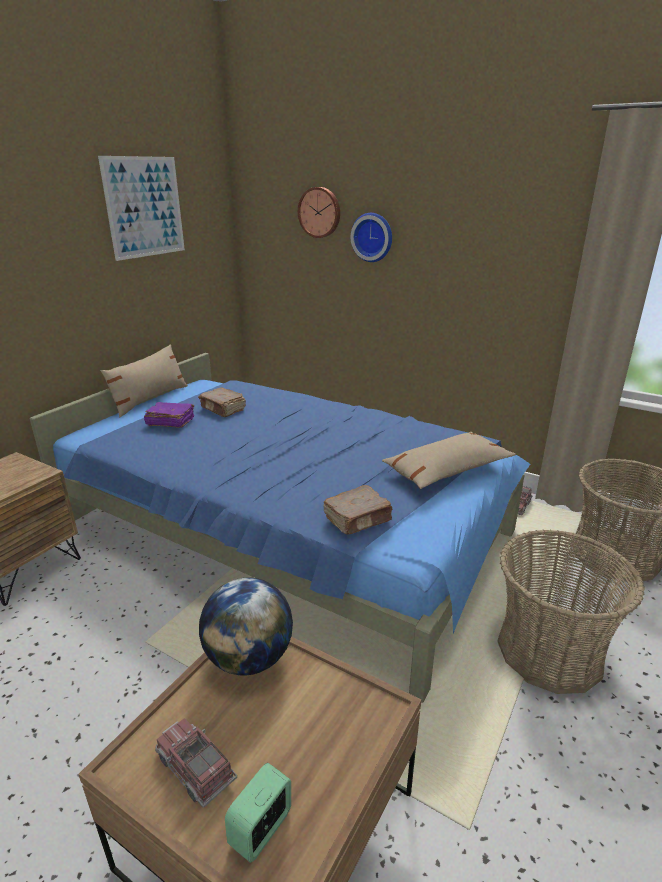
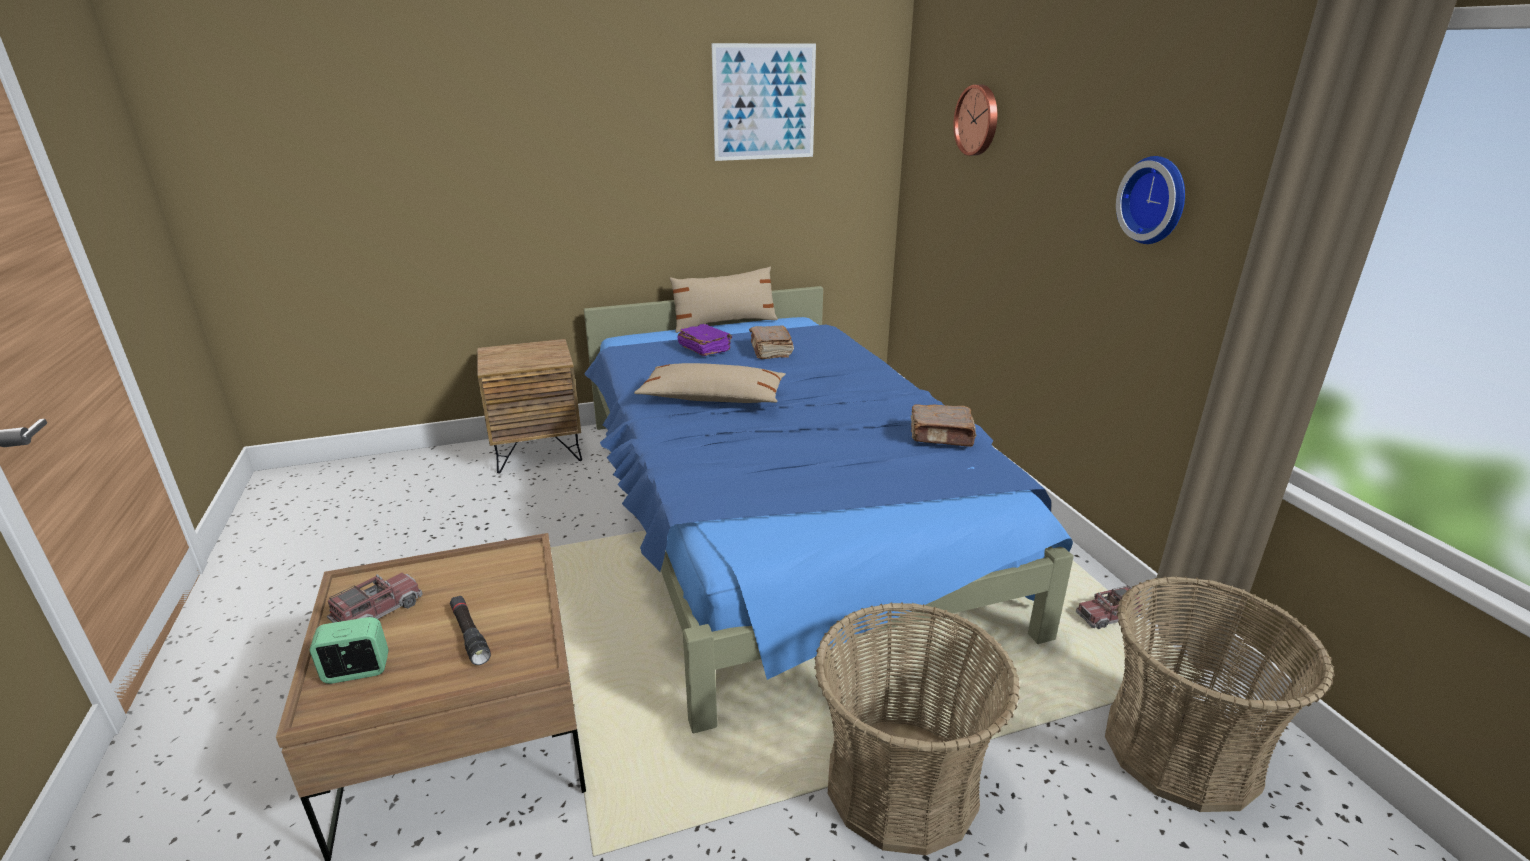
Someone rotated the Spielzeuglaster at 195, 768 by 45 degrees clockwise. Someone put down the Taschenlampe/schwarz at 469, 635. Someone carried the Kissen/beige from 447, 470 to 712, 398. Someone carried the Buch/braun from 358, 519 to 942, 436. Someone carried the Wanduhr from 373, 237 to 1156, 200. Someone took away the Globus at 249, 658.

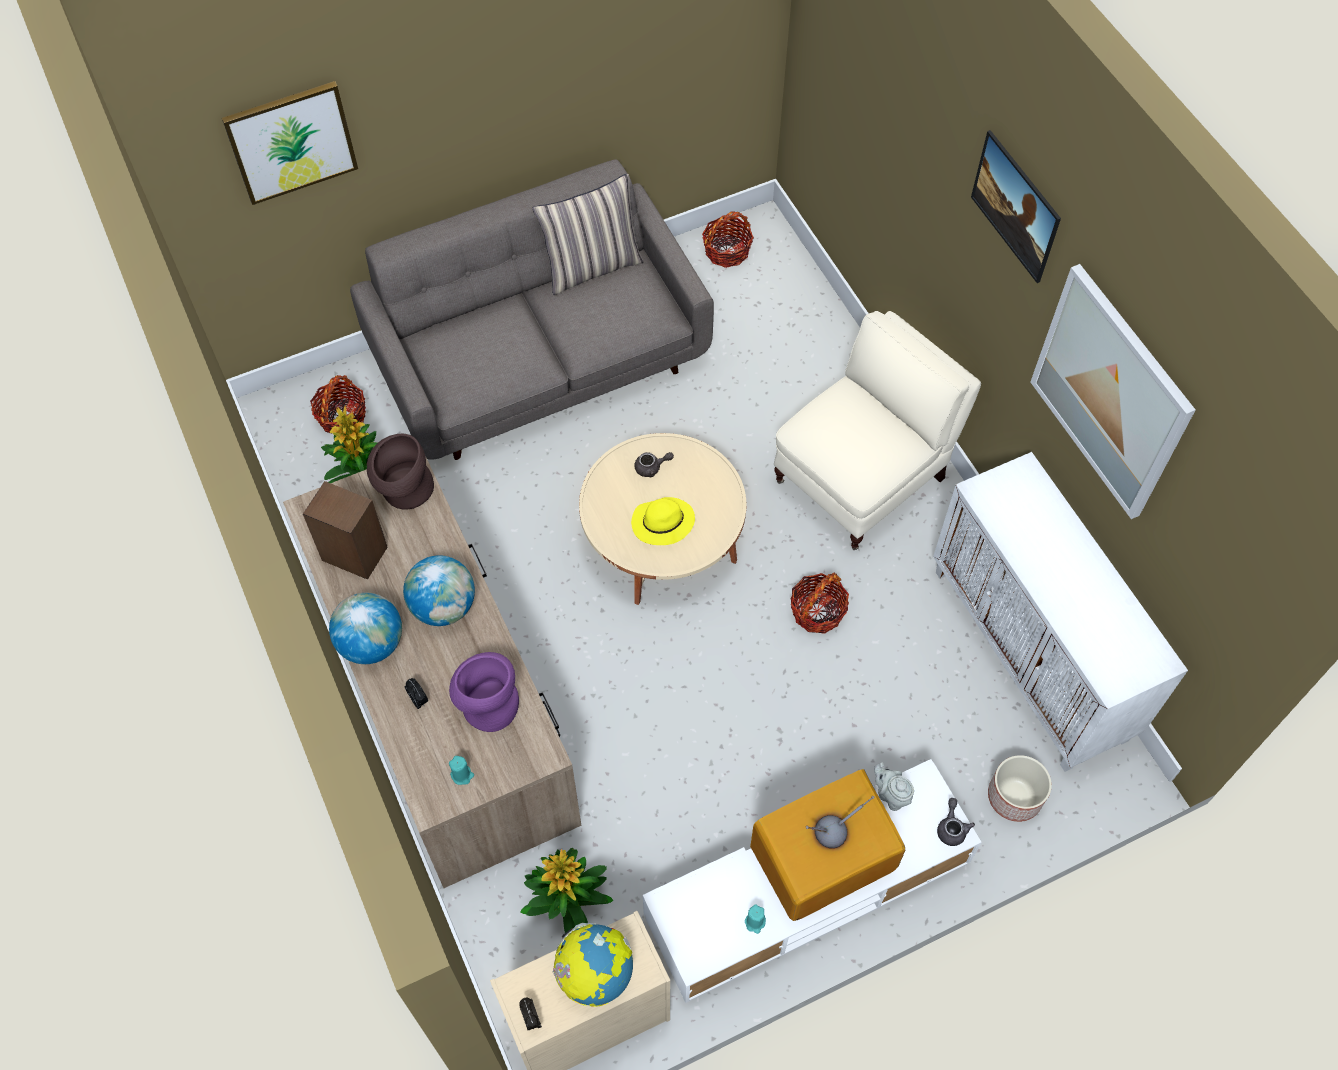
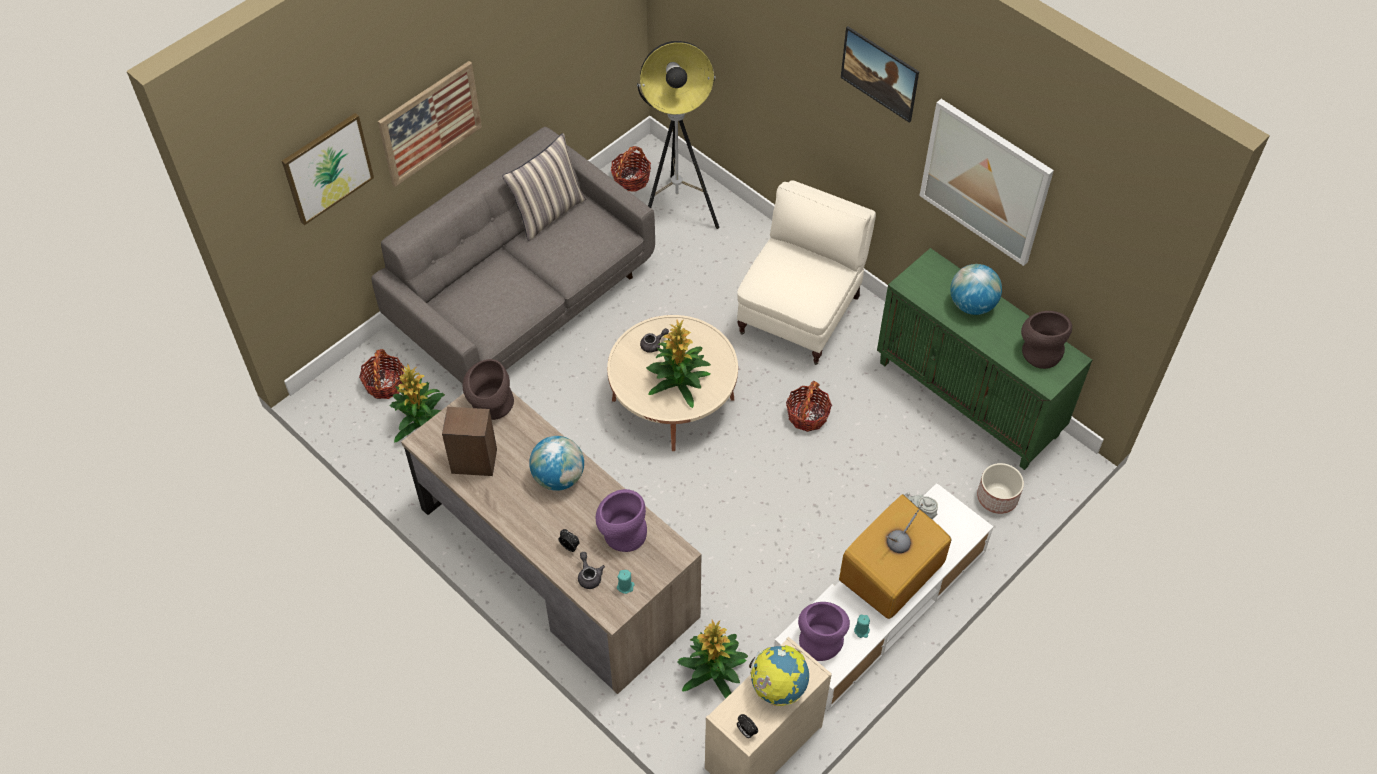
Someone put up the Bild at 430, 123. Someone carried the Teekanne/grau from 951, 828 to 589, 576. Someone put down the Stehlampe at 677, 211. Someone swapped the Hut/gelb at 662, 523 for the Topfpflanze at 678, 381. Someone put down the Vase/lila at 820, 639. Someone repainted the Schrank/weiß at 1031, 655, which became the Schrank/grün at 969, 398. Someone carried the Globus from 371, 644 to 972, 305. Someone put down the Vase/braun at 1039, 350.

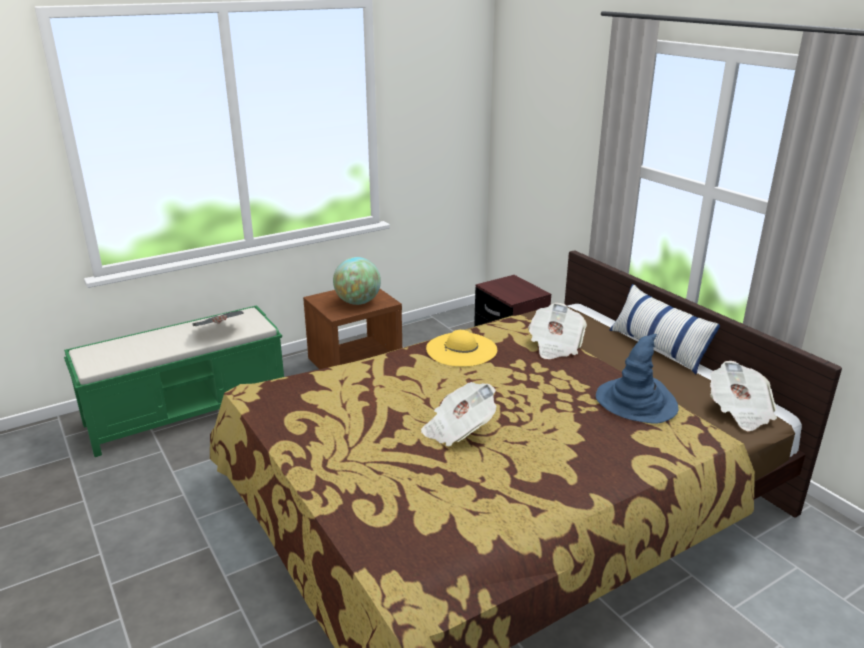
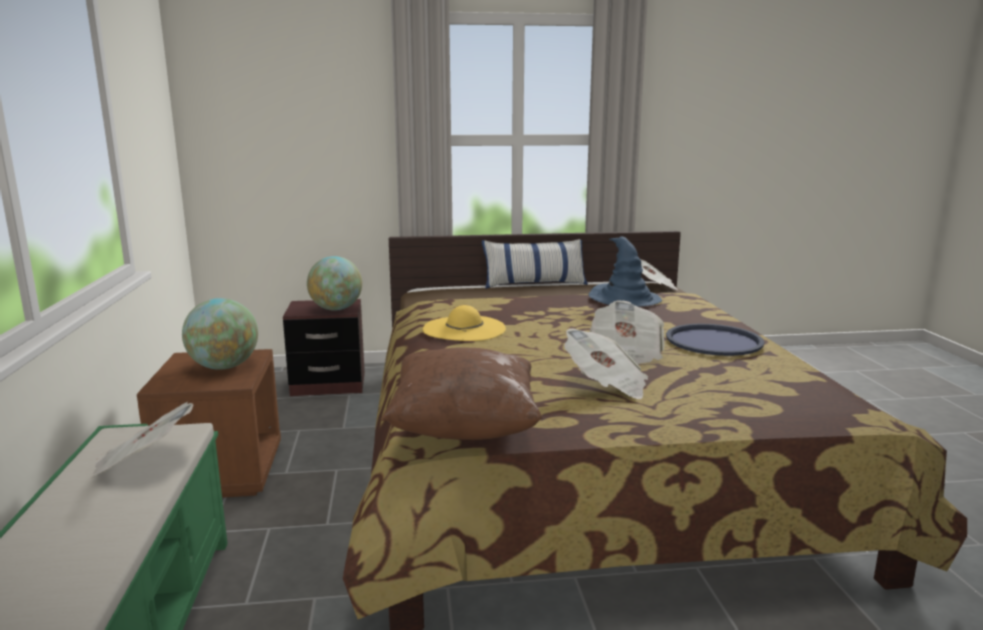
Someone put down the Globus at 336, 309. Someone put down the Kissen/braun at 464, 428. Someone carried the Zeitung from 555, 346 to 606, 385. Someone put down the Tablett/blau at 714, 341.

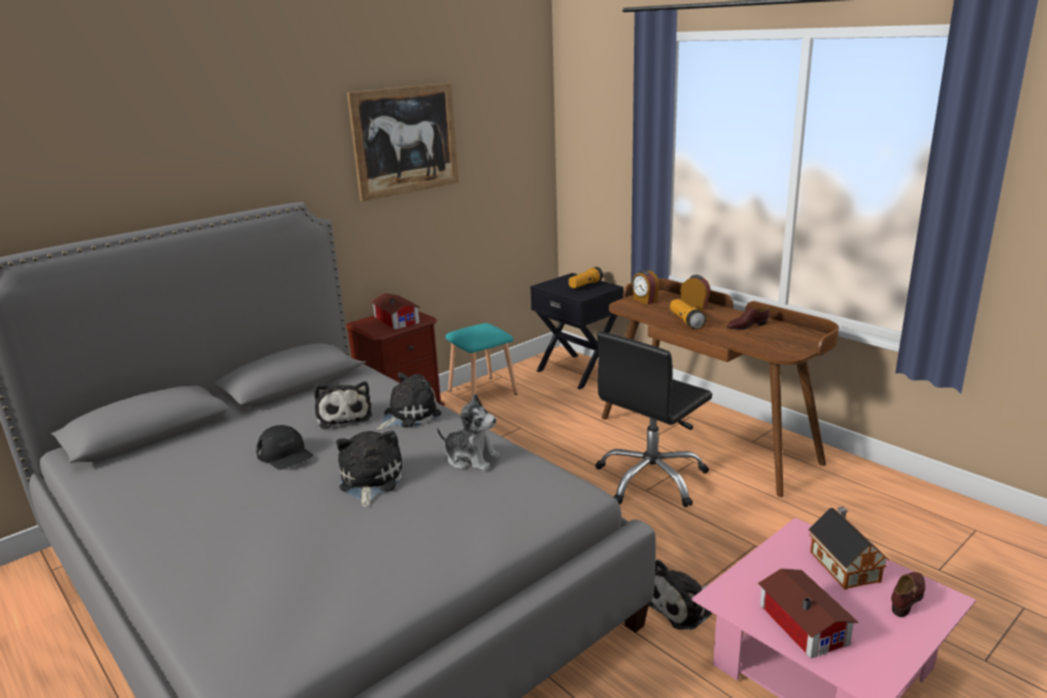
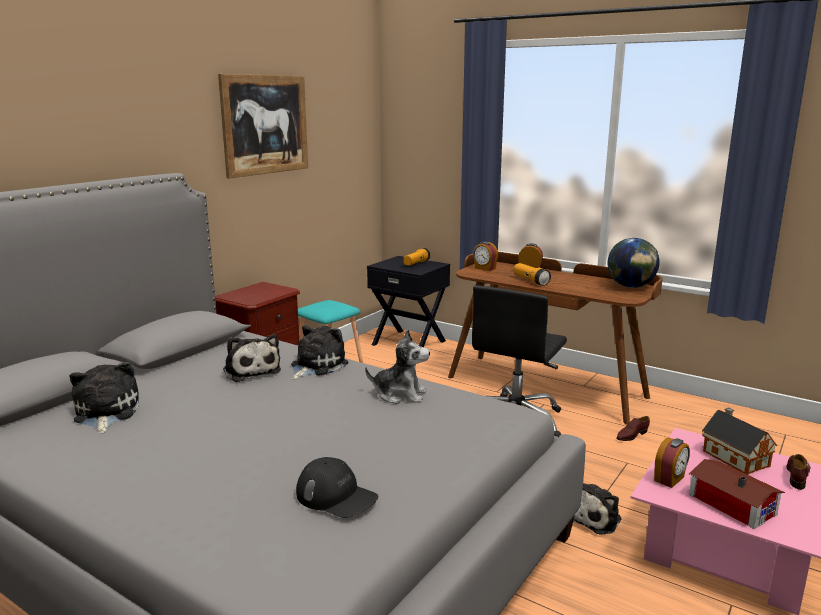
Someone carried the Plüschtier from 369, 481 to 105, 413. Someone carried the Kappe/schwarz from 285, 454 to 336, 496. Someone put down the Globus at 630, 287. Someone carried the Schuh/braun from 747, 326 to 631, 435. Someone put down the Wecker at 670, 479. Someone took away the Spielzeughaus at 397, 319.

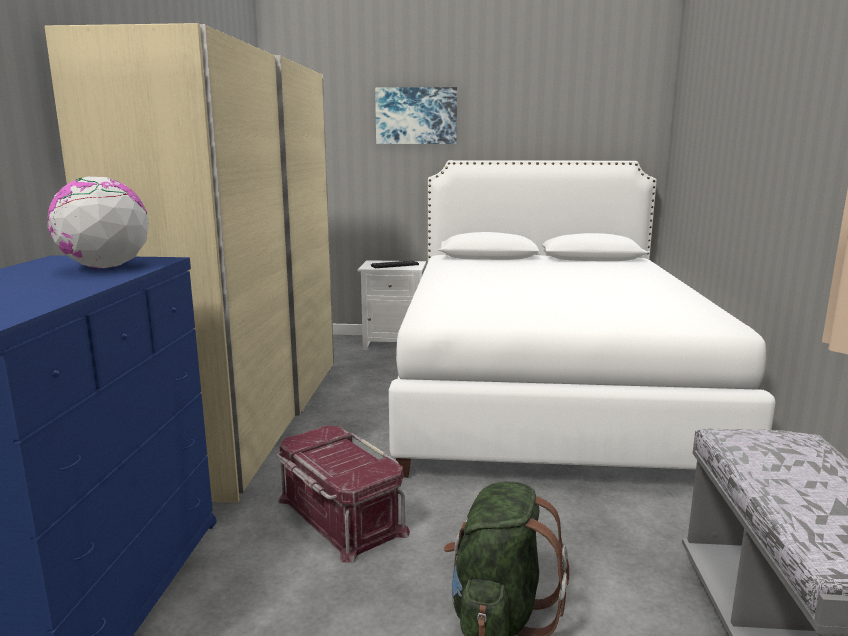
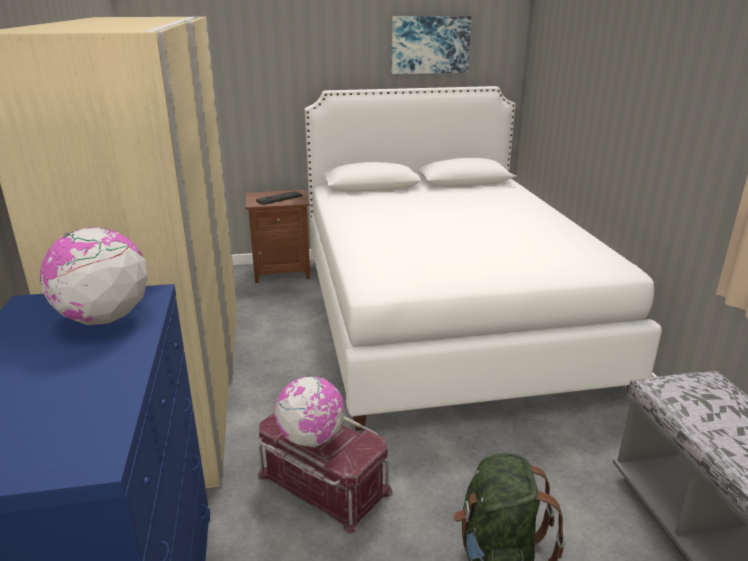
Someone repainted the Nachttisch/weiß at 394, 343, which became the Nachttisch/braun at 282, 271. Someone put down the Globus at 311, 439. Someone carried the Bild from 416, 116 to 430, 45.

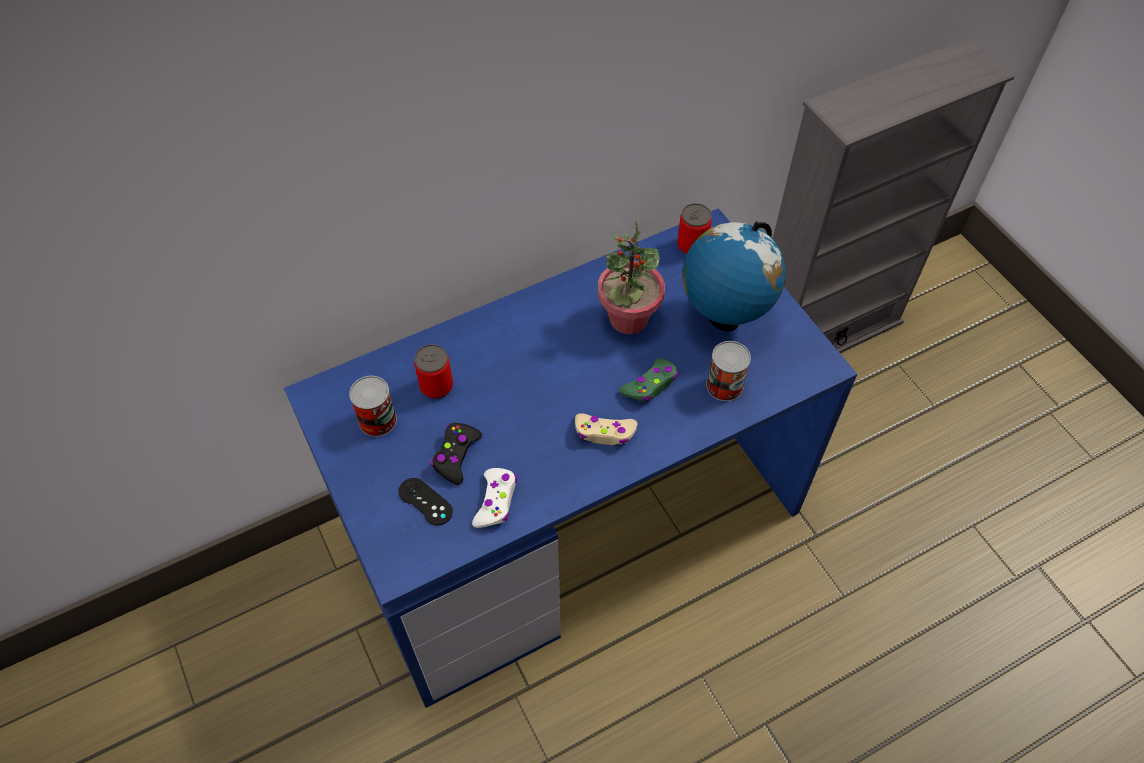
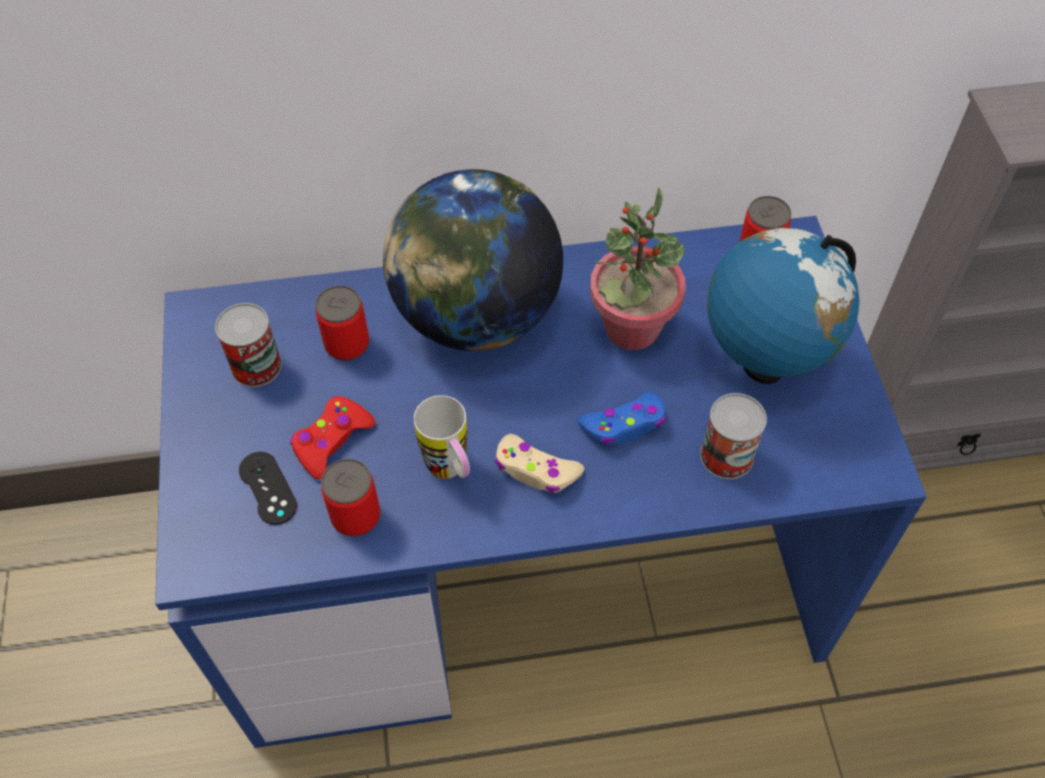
Someone repainted the Gamepad/schwarz at 456, 456, which became the Gamepad/rot at 331, 441. Someone swapped the Gamepad/weiß at 496, 501 for the Dose at 356, 516. Someone put down the Globus at 476, 316. Someone put down the Henkelbecher at 451, 473. Someone repainted the Gamepad/grün at 650, 385, which became the Gamepad/blau at 624, 425.

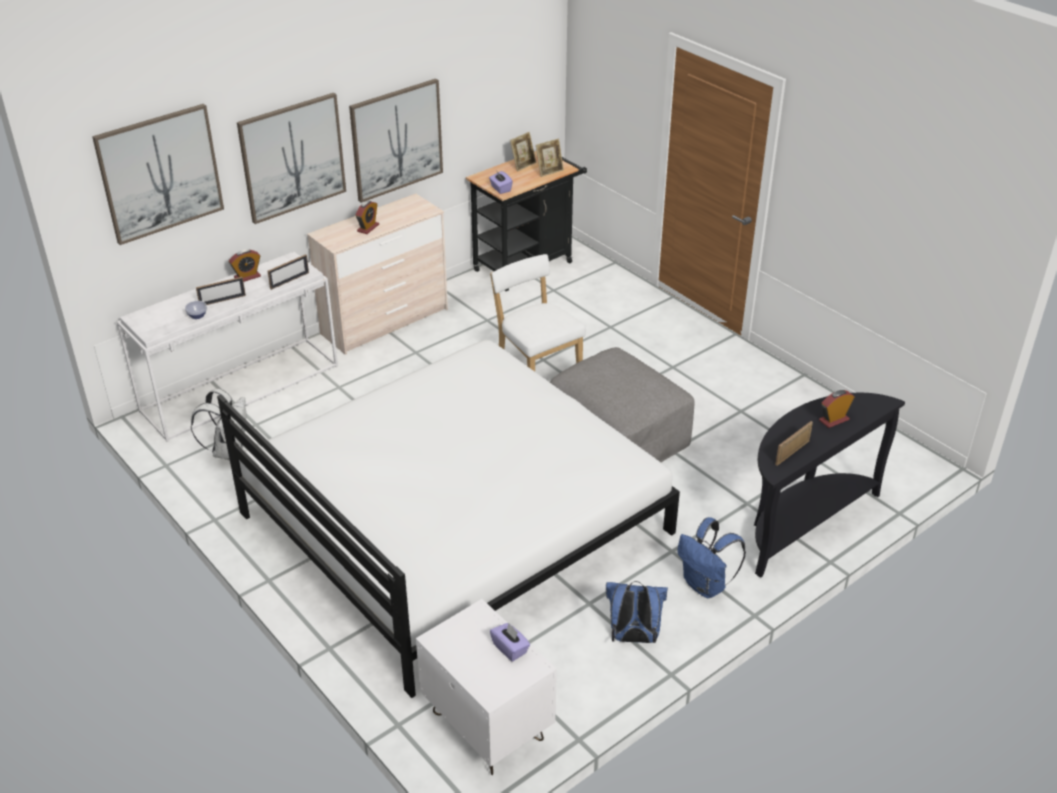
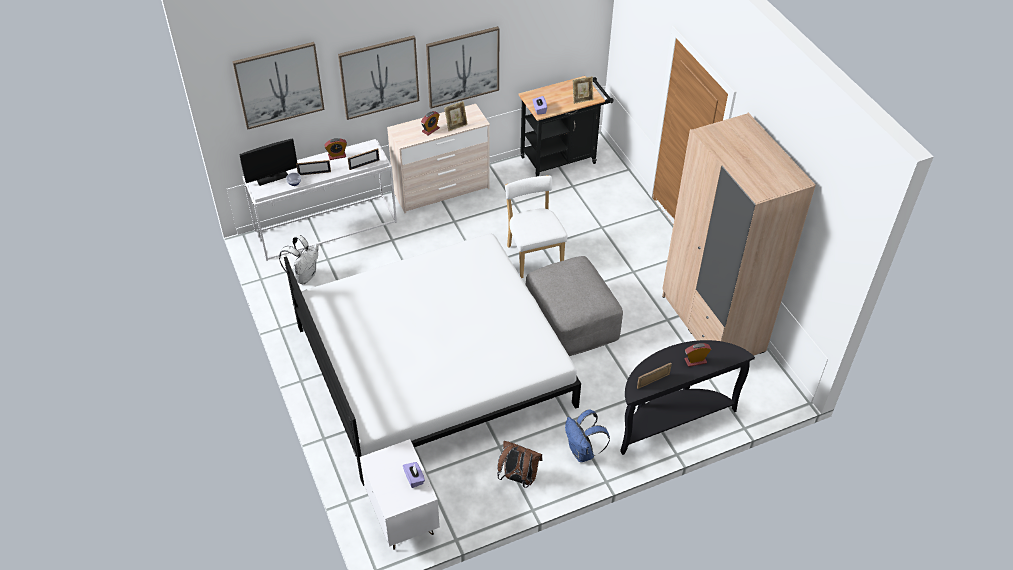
Someone put down the Monitor at 272, 177. Someone carried the Bilderrahmen from 523, 165 to 456, 125. Someone repainted the Rucksack/blau at 633, 638, which became the Rucksack/braun at 518, 478. Someone put down the Kleiderschrank/beige at 712, 323.

